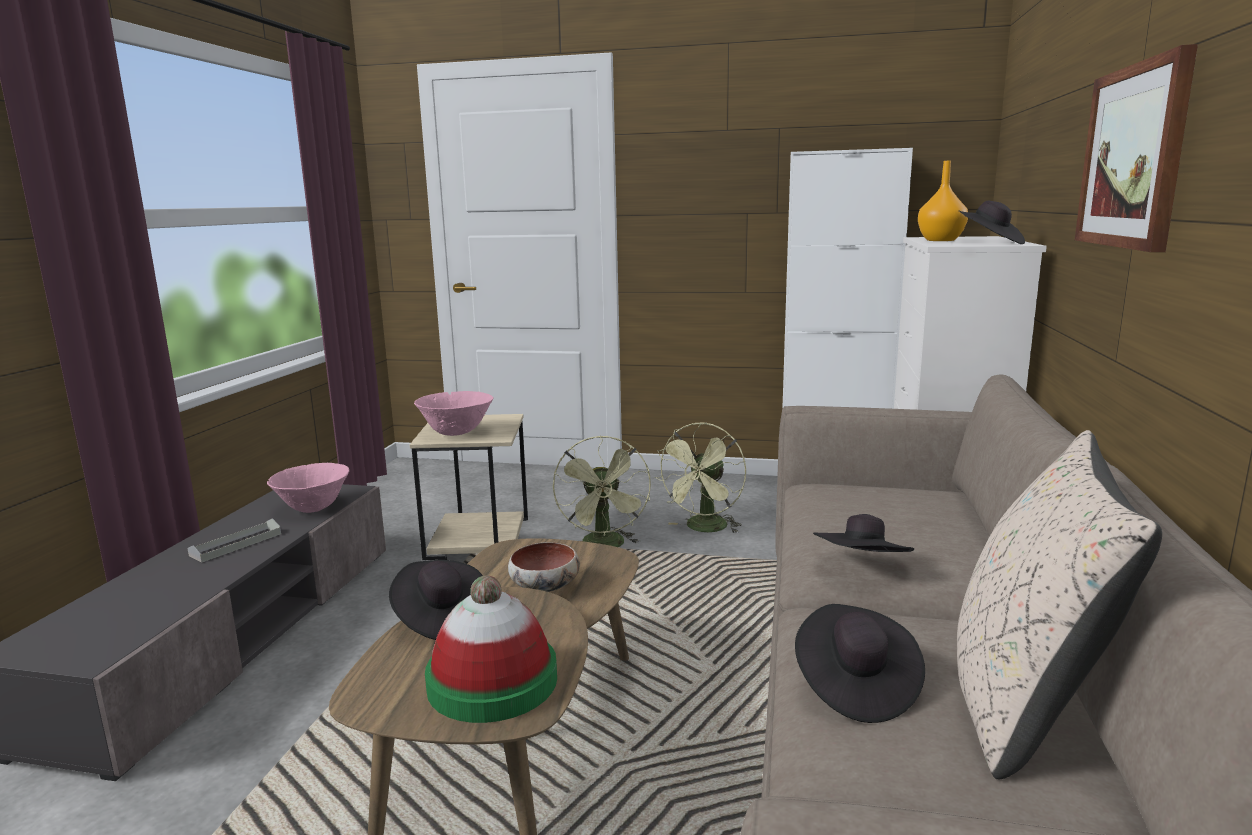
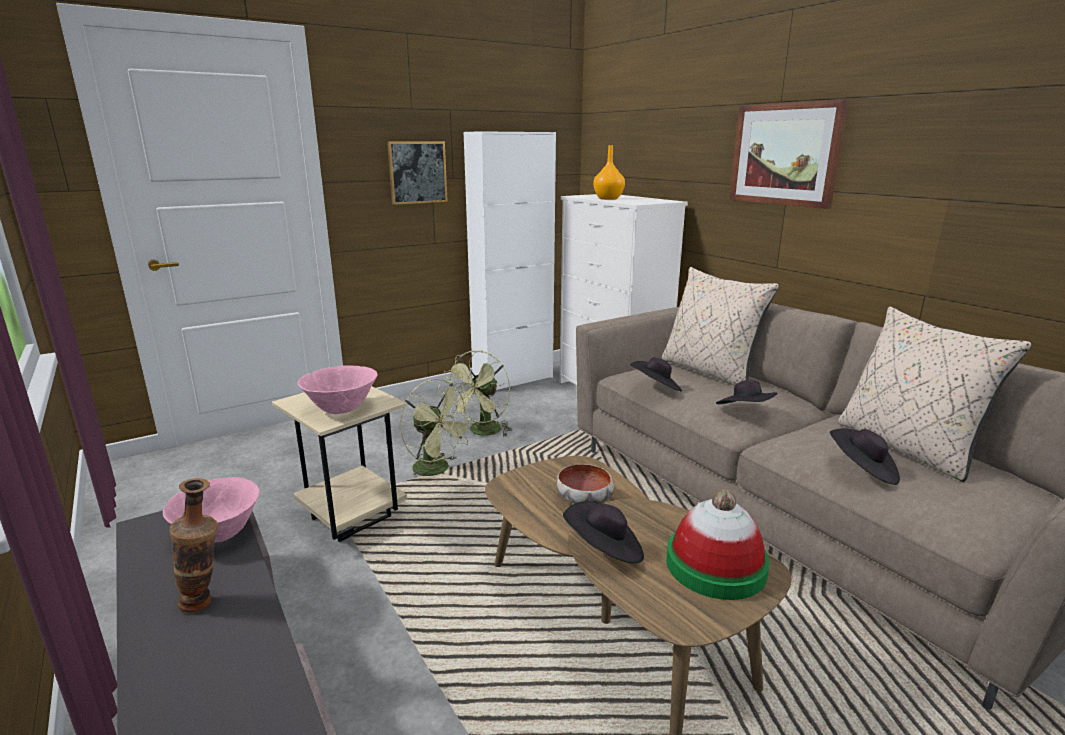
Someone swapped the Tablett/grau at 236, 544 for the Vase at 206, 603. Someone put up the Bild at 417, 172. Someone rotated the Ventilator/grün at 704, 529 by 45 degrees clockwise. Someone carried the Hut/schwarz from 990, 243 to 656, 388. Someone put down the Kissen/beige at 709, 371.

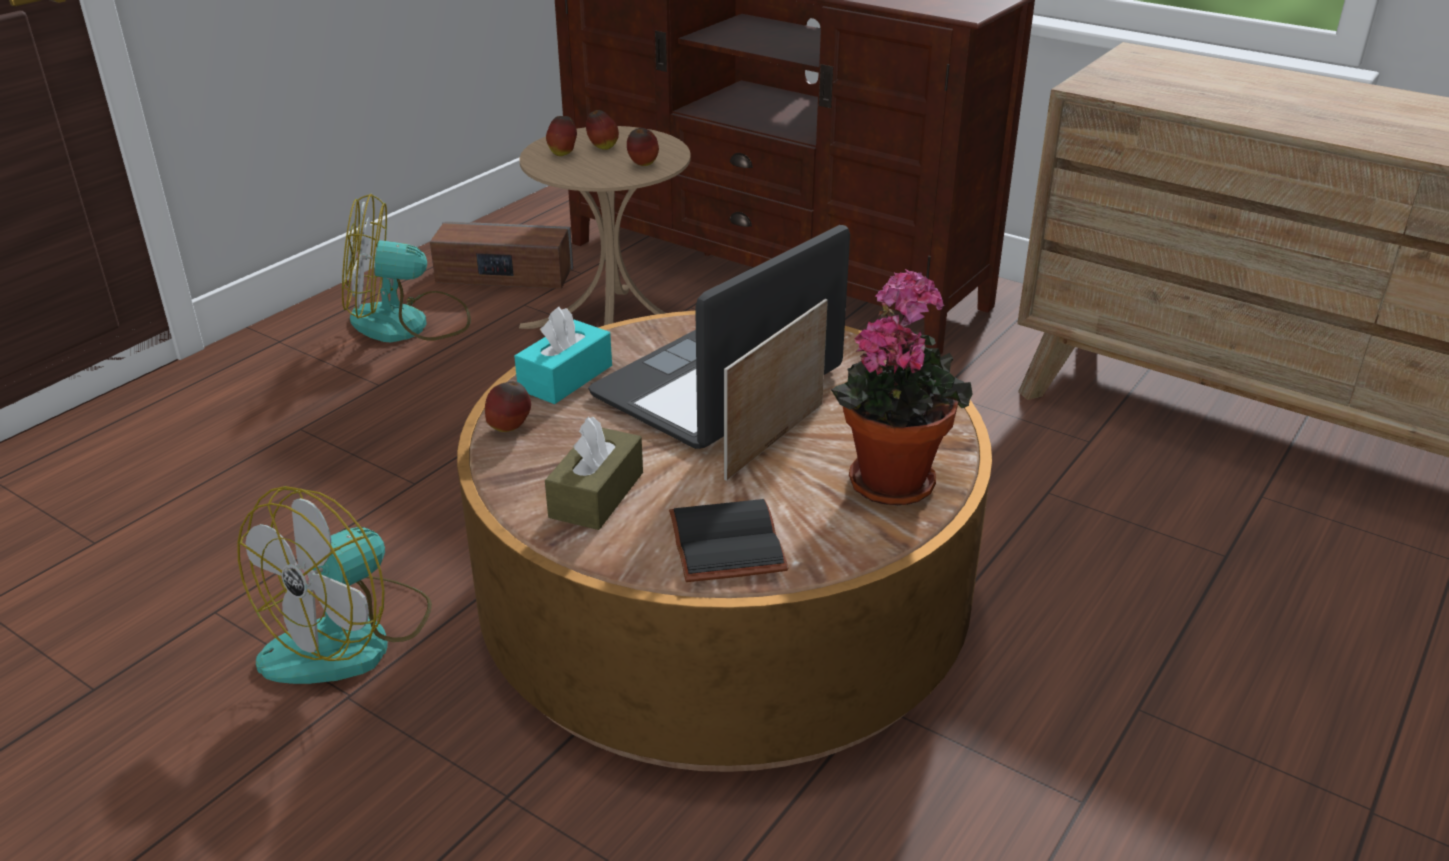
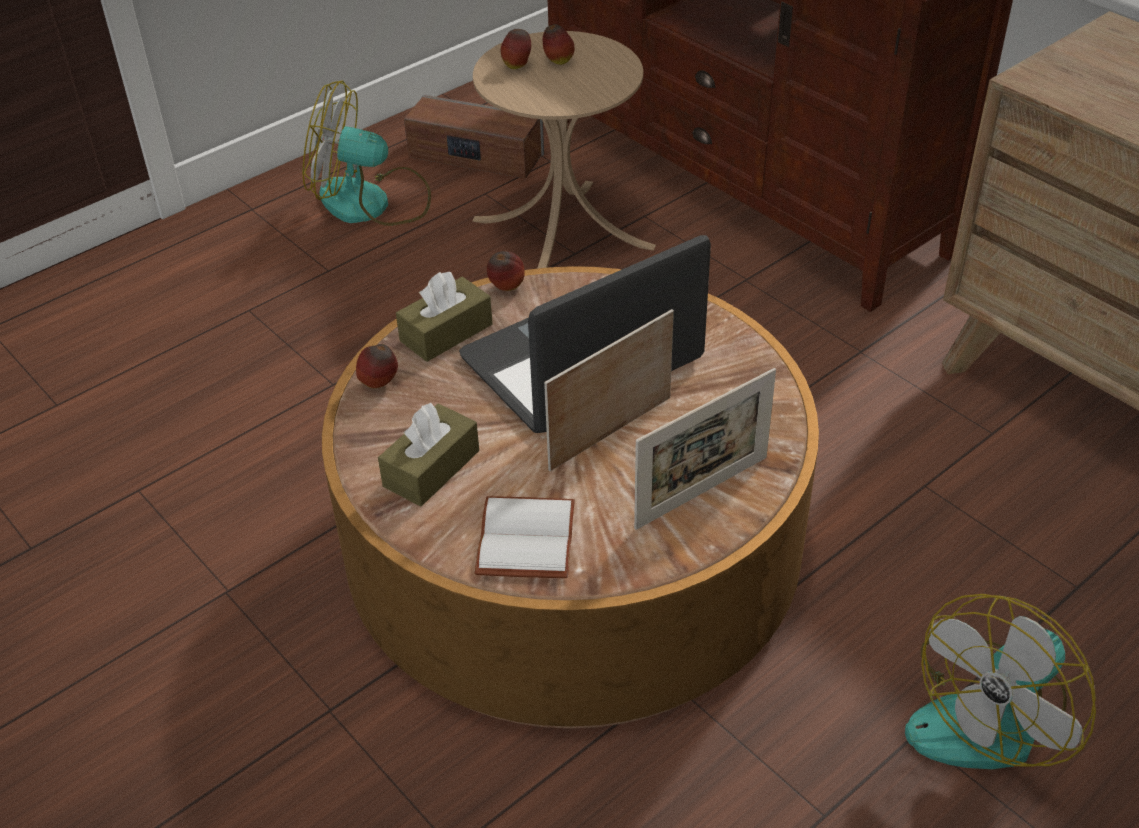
Someone repainted the Taschentuchbox/türkis at 565, 378, which became the Taschentuchbox/braun at 446, 333. Someone repainted the Buch/schwarz at 722, 542, which became the Buch/weiß at 523, 537. Someone carried the Apfel from 642, 165 to 506, 288. Someone swapped the Topfpflanze at 891, 477 for the Bilderrahmen at 702, 492. Someone carried the Ventilator from 349, 636 to 989, 715.

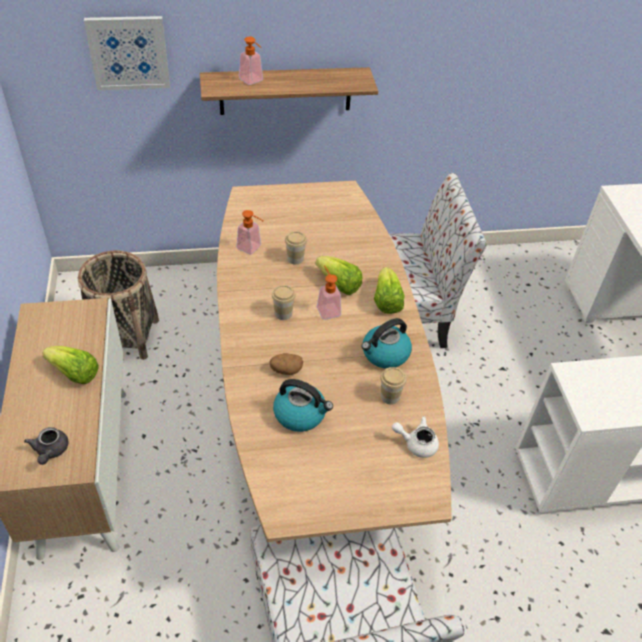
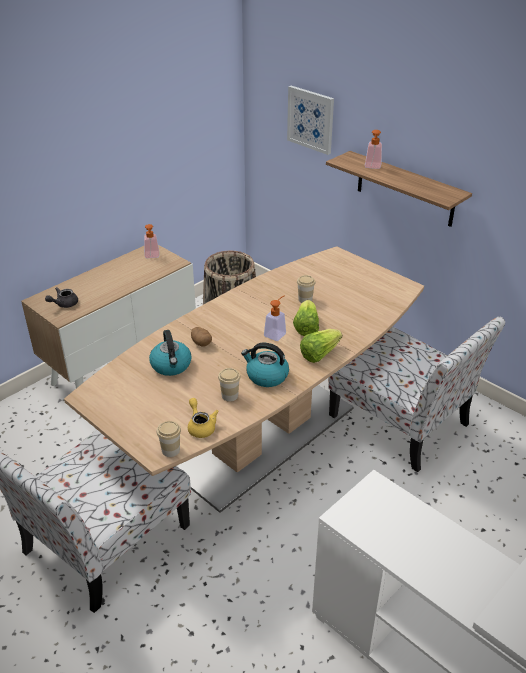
Someone carried the Seifenspender from 252, 248 to 152, 256. Someone carried the Tasse from 283, 313 to 170, 450. Someone repainted the Teekanne/weiß at 416, 443, which became the Teekanne/gelb at 201, 426. Someone took away the Salatkopf at 74, 373.

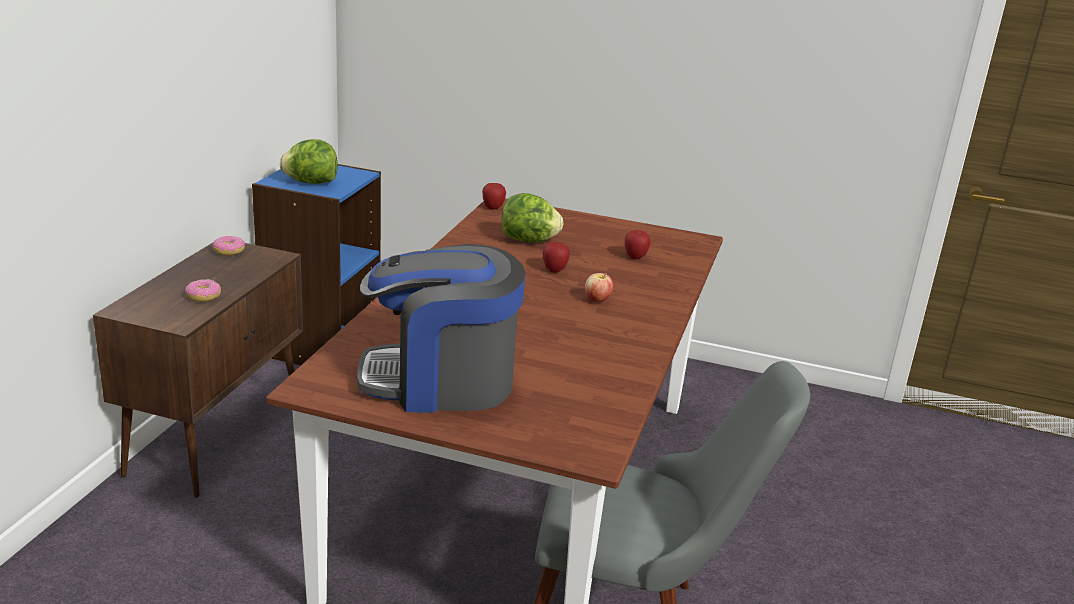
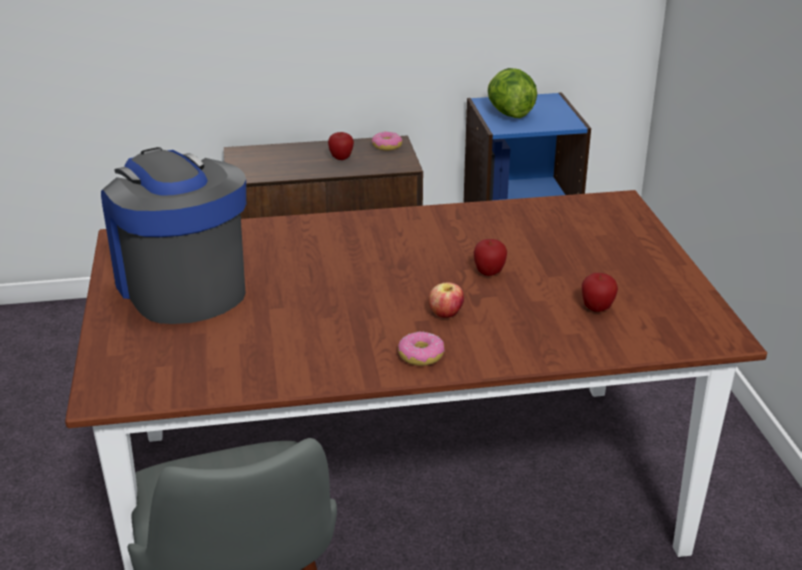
Someone carried the Apfel from 493, 208 to 341, 158. Someone carried the Donut from 203, 296 to 421, 356. Someone took away the Salatkopf at 529, 240.

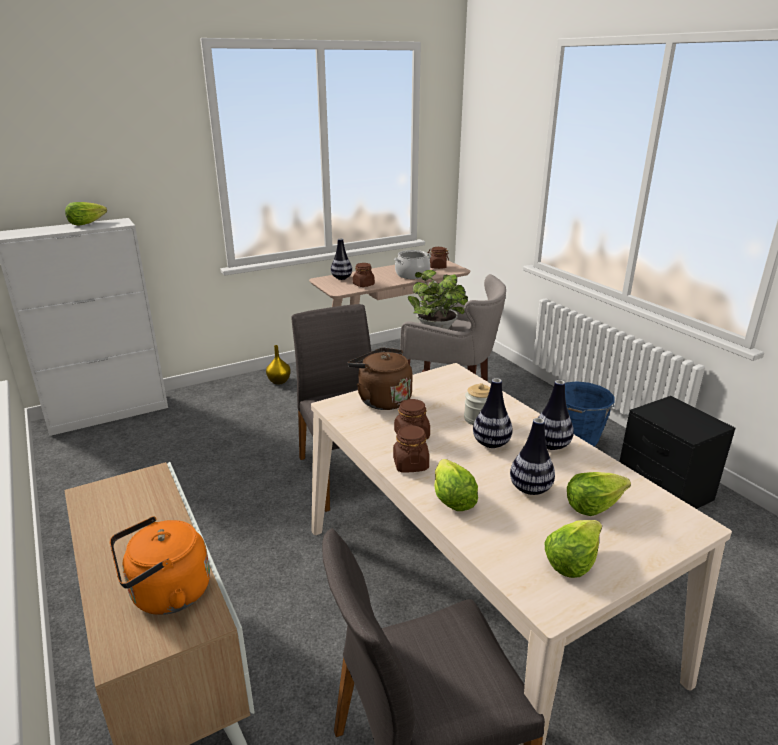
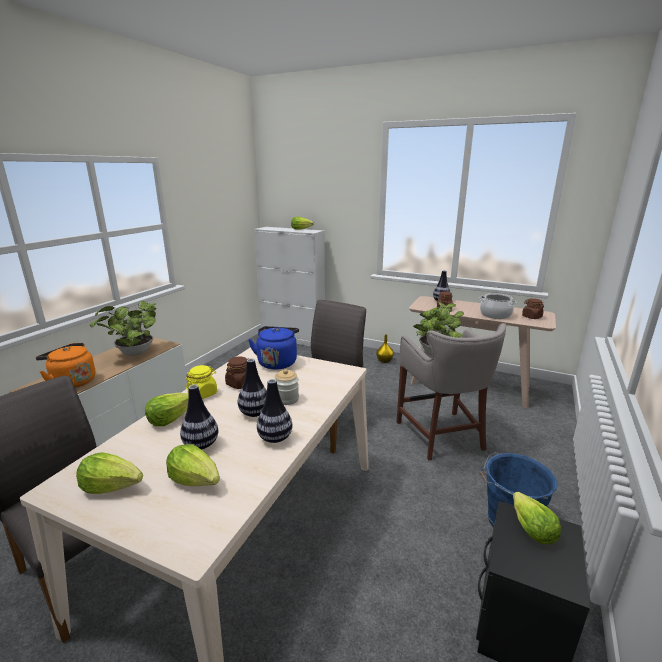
Someone put down the Topfpflanze at 133, 354. Someone repainted the Vorratsglas/braun at 410, 464, which became the Vorratsglas/gelb at 203, 393. Someone repainted the Wasserkessel/braun at 381, 400, which became the Wasserkessel/blau at 277, 362. Someone put down the Salatkopf at 531, 529.

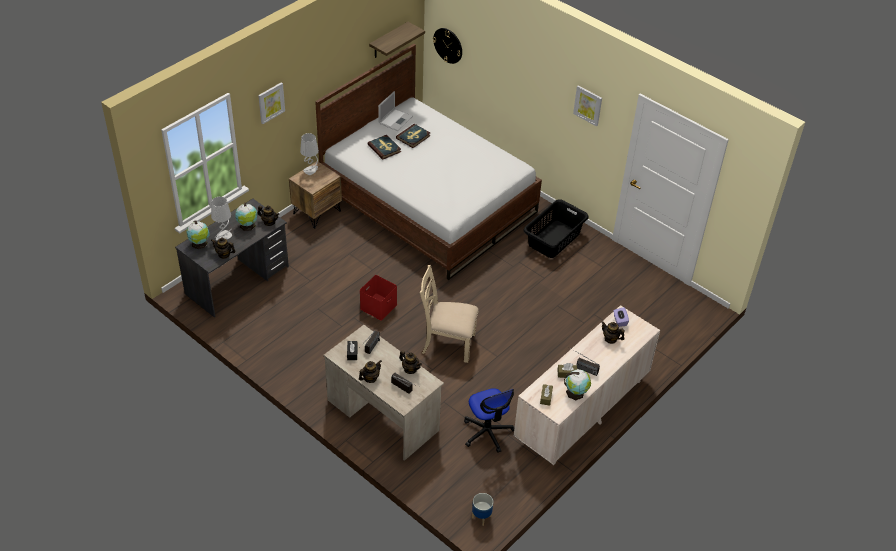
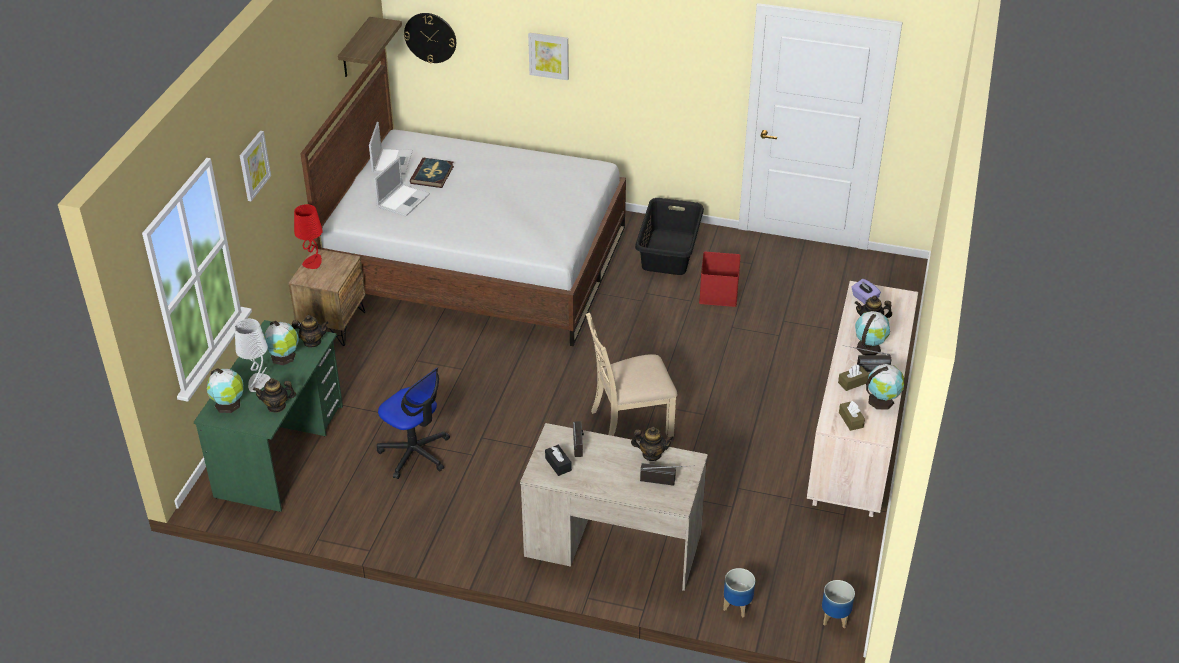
Someone repainted the Schreibtisch/grau at 237, 280, which became the Schreibtisch/grün at 281, 451. Someone repainted the Tischlampe/grau at 311, 170, which became the Tischlampe/rot at 313, 262. Someone swapped the Buch at 384, 148 for the Laptop at 403, 200. Someone carried the Bürostuhl from 487, 432 to 415, 453. Someone carried the Bild from 588, 105 to 549, 55. Someone carried the Aufbewahrungsbox/rot from 378, 306 to 718, 293. Someone put down the Pflanzkübel at 737, 606. Someone put down the Globus at 869, 347. Someone took away the Teekanne at 370, 378.

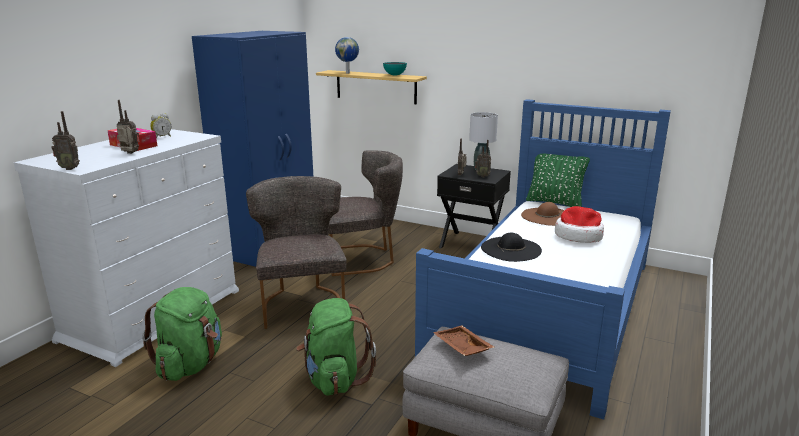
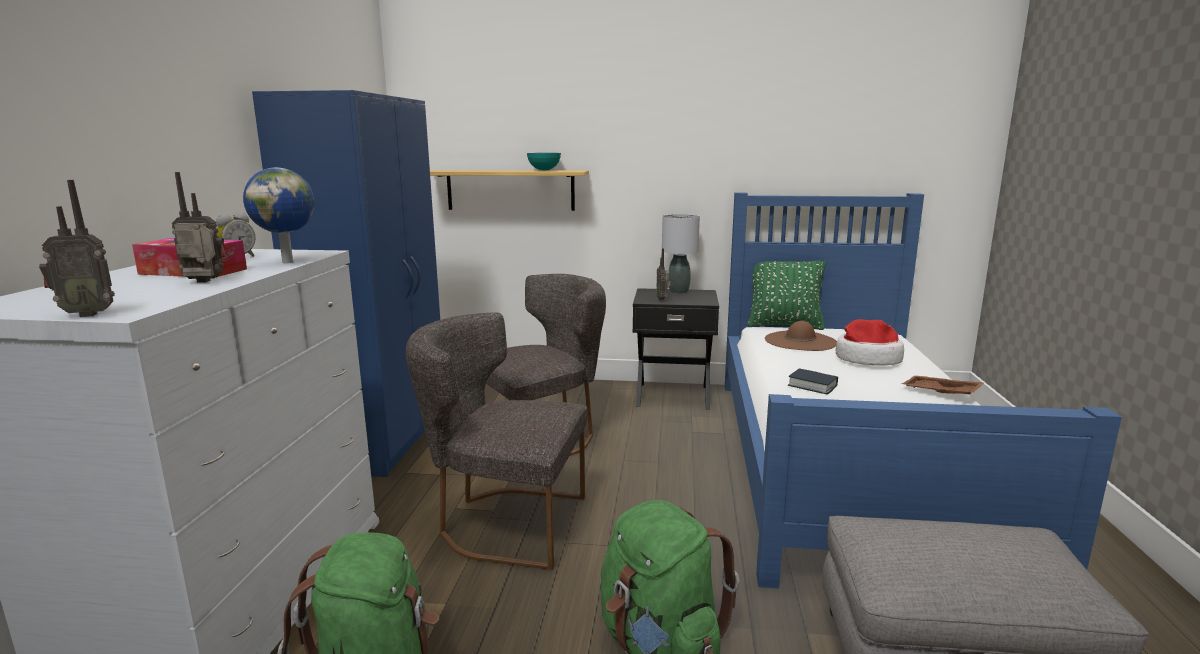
Someone carried the Globus from 348, 73 to 288, 262. Someone rotated the Stuhl/grau at 302, 303 by 45 degrees counterclockwise. Someone swapped the Hut/schwarz at 511, 249 for the Buch at 812, 386. Someone carried the Tablett/braun from 461, 348 to 940, 393. Someone took away the Radio at 482, 176.

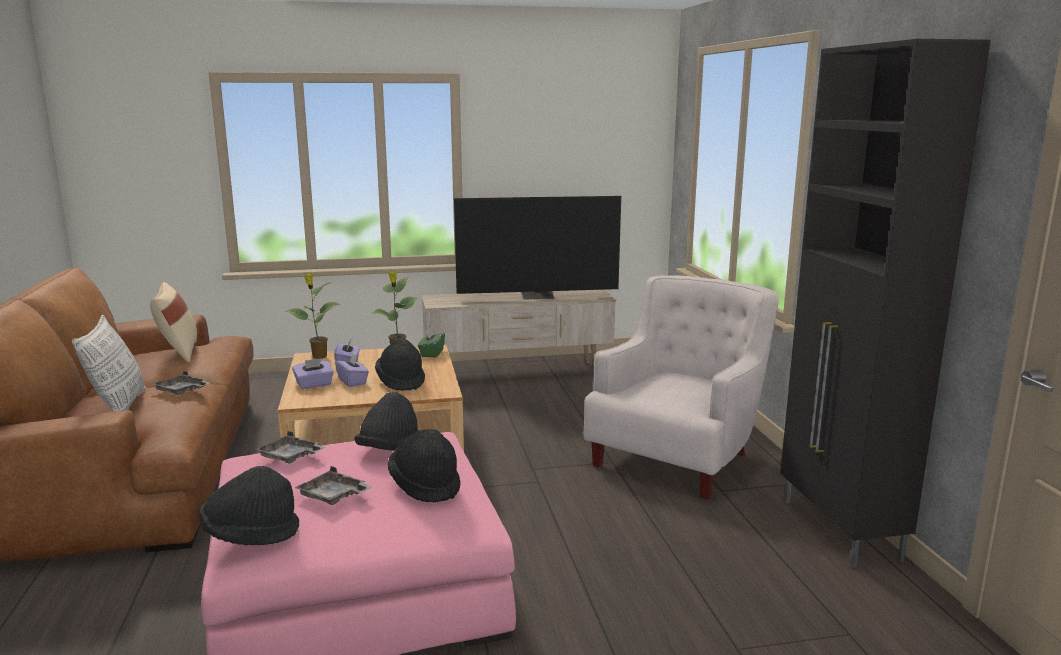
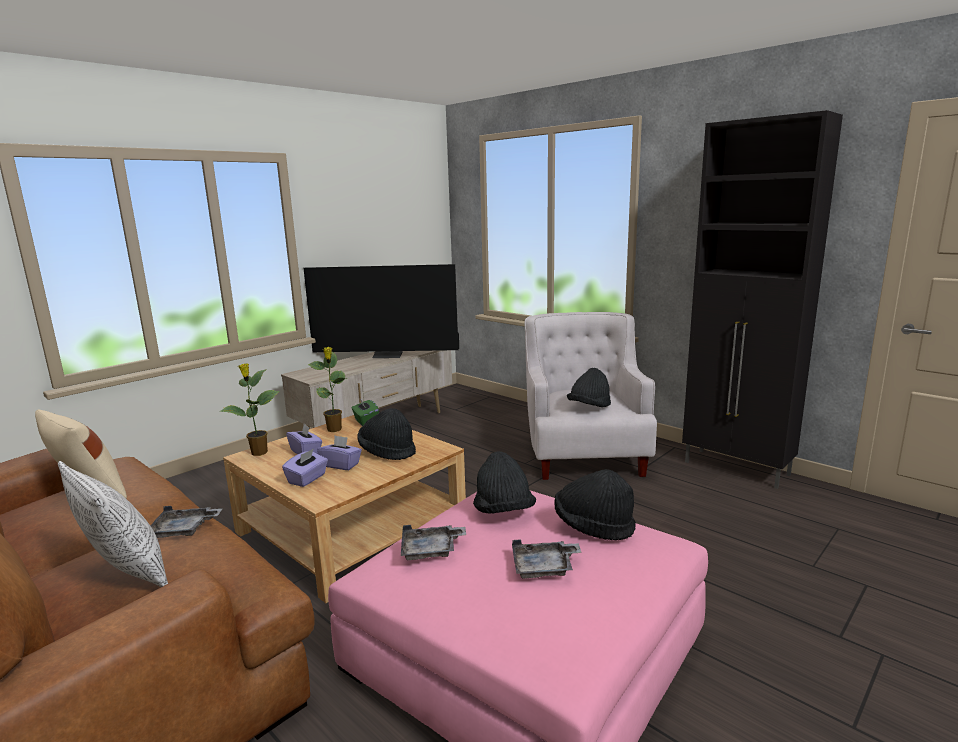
Someone rotated the Fernseher at 538, 296 by 45 degrees clockwise. Someone carried the Hut/schwarz from 251, 535 to 589, 407.

